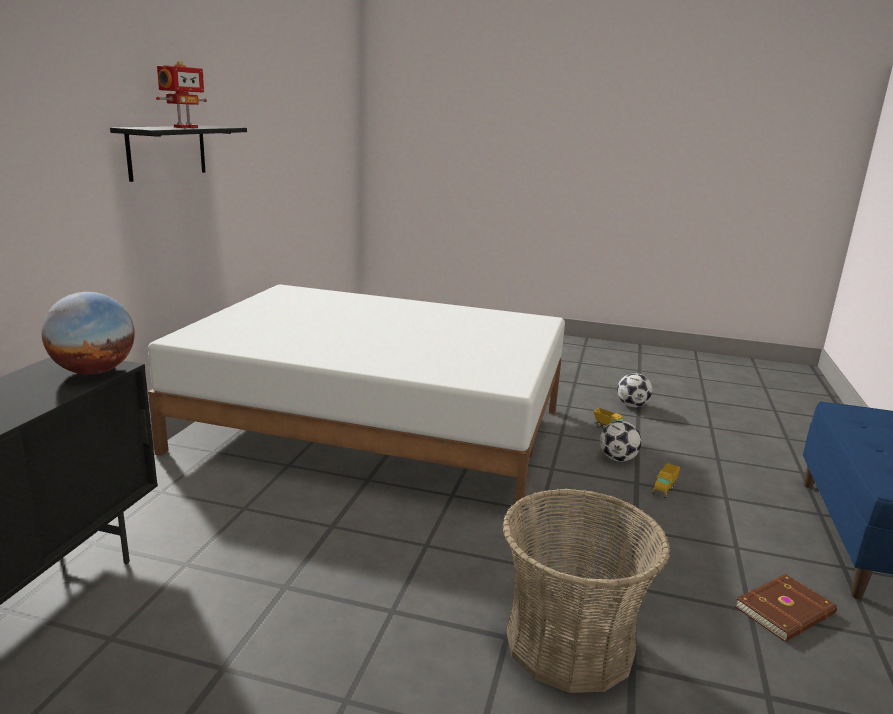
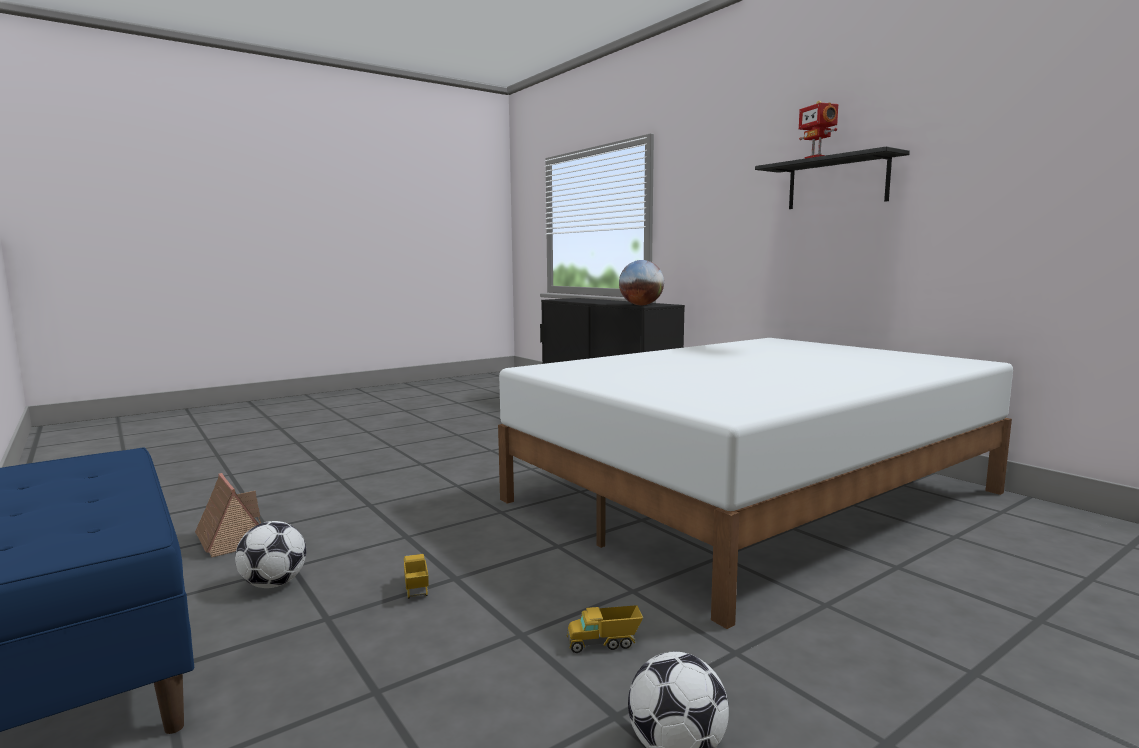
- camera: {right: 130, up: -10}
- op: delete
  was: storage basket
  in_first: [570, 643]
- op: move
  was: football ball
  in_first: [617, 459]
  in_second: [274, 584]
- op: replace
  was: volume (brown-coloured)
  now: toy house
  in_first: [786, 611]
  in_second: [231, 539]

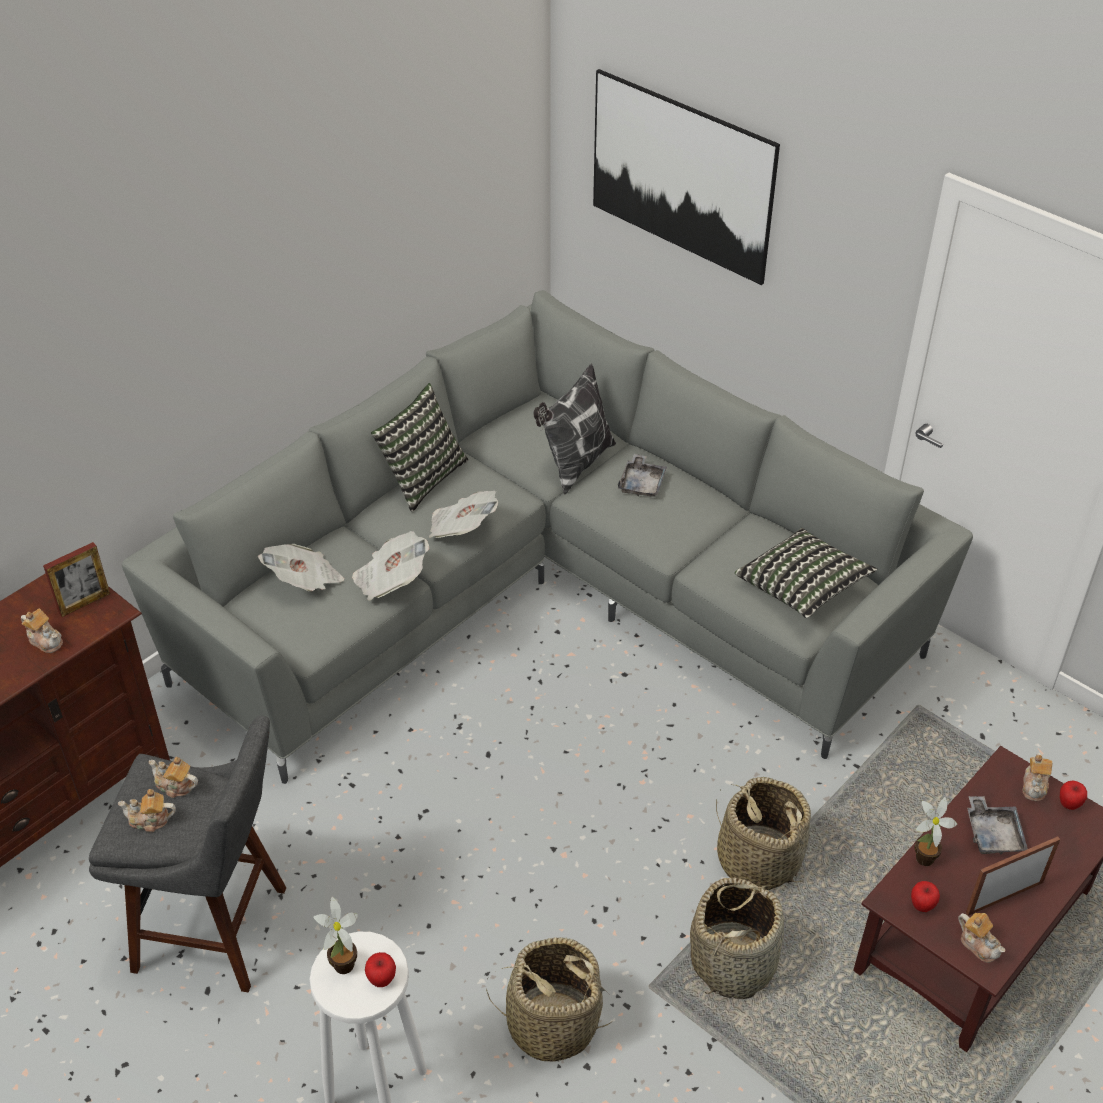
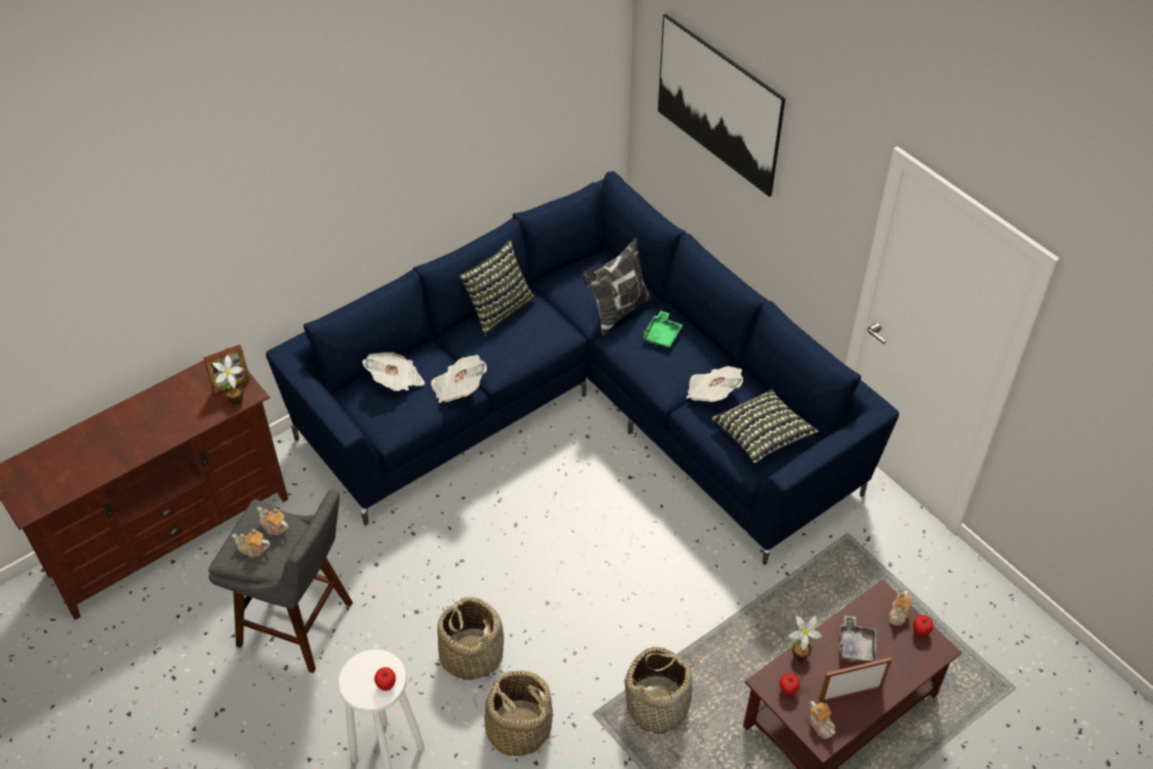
- camera: {right: 10, up: 5}
- op: delete
  was: teapot
  in_first: [45, 640]
- op: recolor
  was: couch (gray)
  now: couch (blue)
  in_first: [546, 596]
  in_second: [585, 407]
- op: move
  was: houseplant
  in_first: [342, 968]
  in_second: [234, 402]
- op: move
  was: daily paper
  in_first: [462, 528]
  in_second: [712, 393]
- op: recolor
  was: serving tray (gray)
  now: serving tray (green-coloured)
  in_first: [642, 483]
  in_second: [662, 335]
- op: move
  was: storage basket
  in_first: [758, 859]
  in_second: [471, 655]

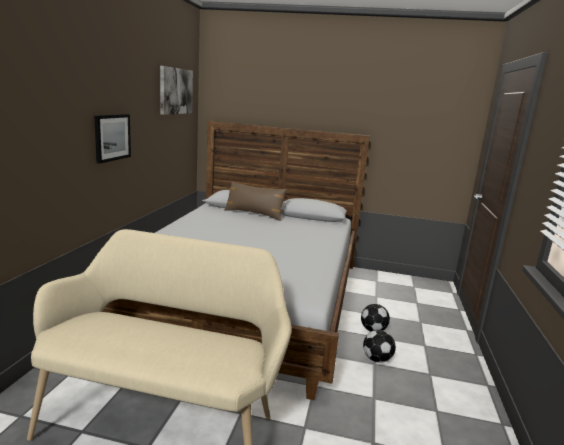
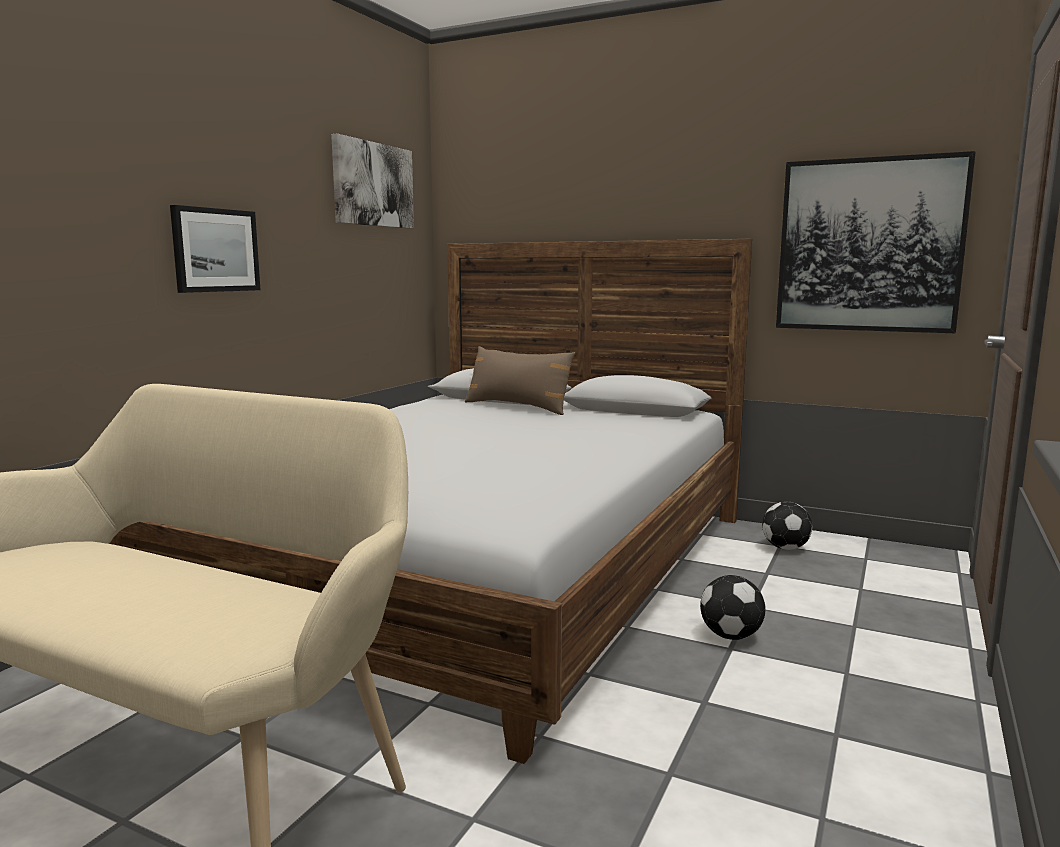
- camera: {right: 15, up: -5}
- op: move
  was: football ball
  in_first: [377, 359]
  in_second: [786, 548]
- op: insert
  now: picture
  in_second: [869, 245]

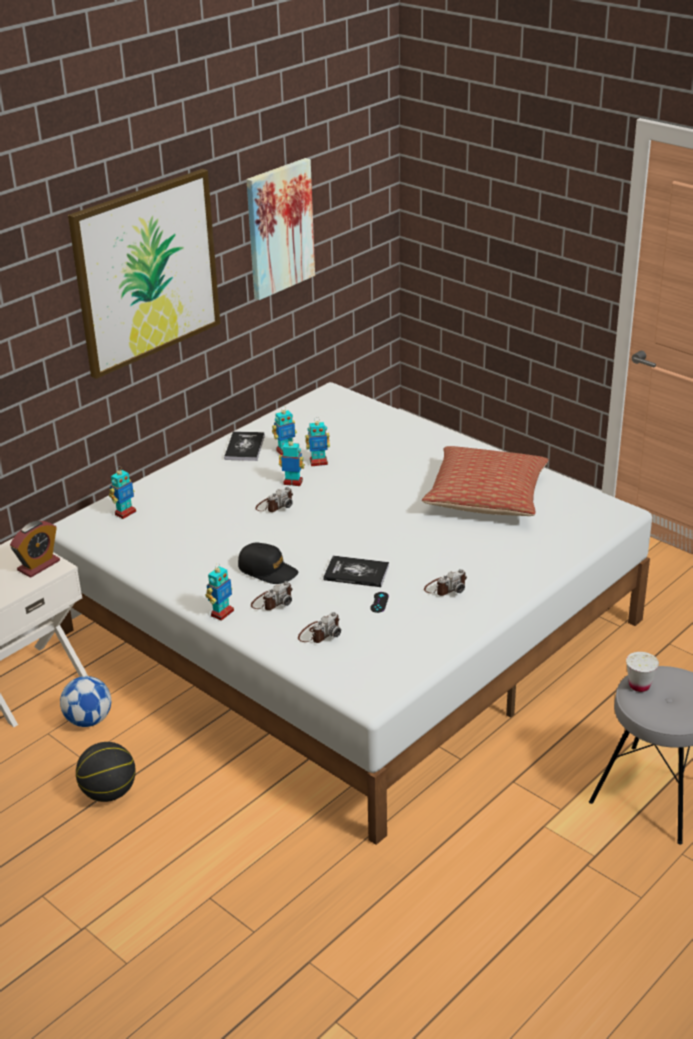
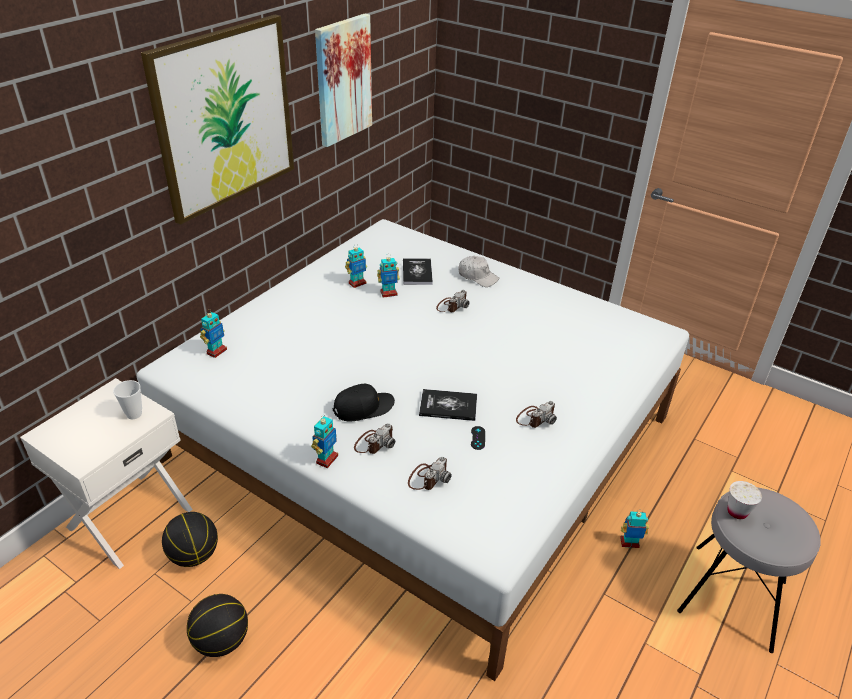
- camera: {right: -10, up: 5}
- op: replace
  was: table clock
  now: cup
  in_first: [38, 565]
  in_second: [134, 414]
- op: replace
  was: football ball
  now: basketball
  in_first: [89, 720]
  in_second: [194, 555]
- op: move
  was: volume
  in_first: [244, 447]
  in_second: [417, 272]
- op: rotate
  was: baseball cap (black)
  in_first: [268, 570]
  in_second: [363, 407]
  clockwise: -45
- op: move
  was: photo camera
  in_first: [274, 505]
  in_second: [451, 305]
- op: move
  was: toy robot
  in_first: [293, 483]
  in_second: [629, 543]
- op: delete
  was: pillow
  in_first: [486, 496]
- op: insert
  now: baseball cap (whitish)
  in_second: [478, 276]

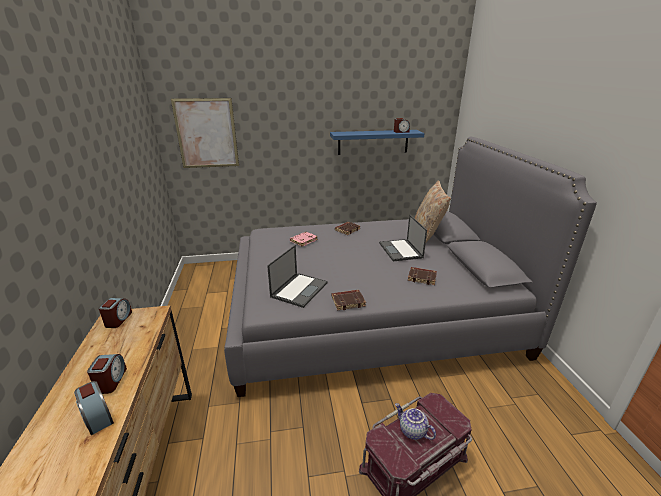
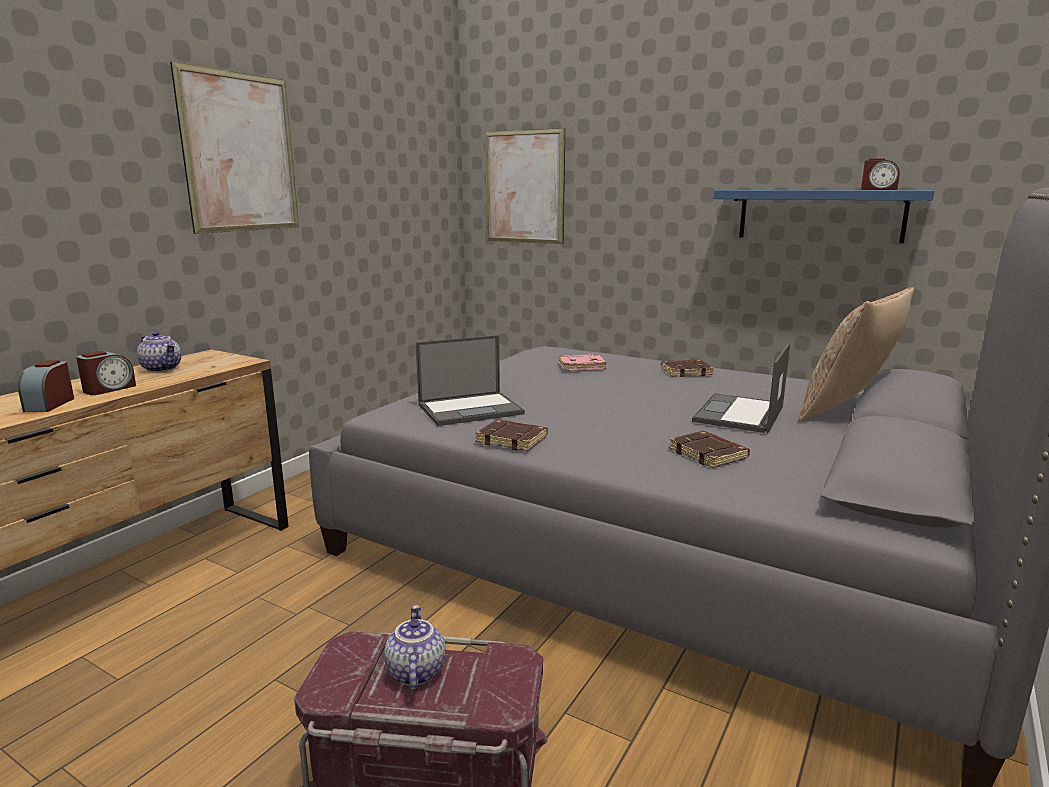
- camera: {right: 40, up: -10}
- op: delete
  was: table clock
  in_first: [118, 319]
- op: insert
  now: teapot
  in_second: [163, 369]
- op: insert
  now: picture
  in_second: [240, 153]

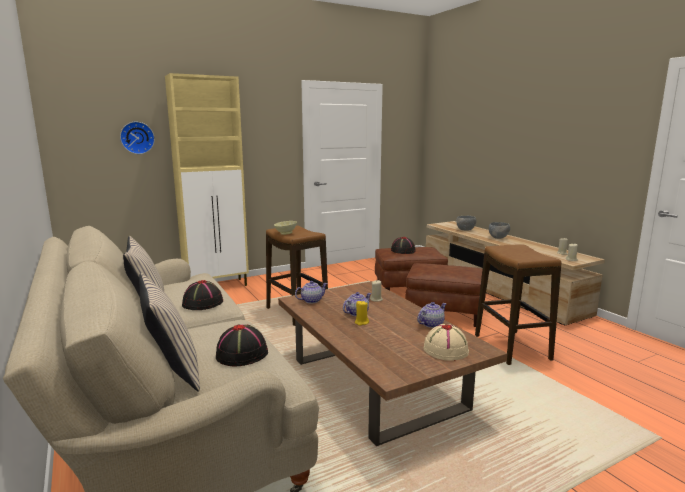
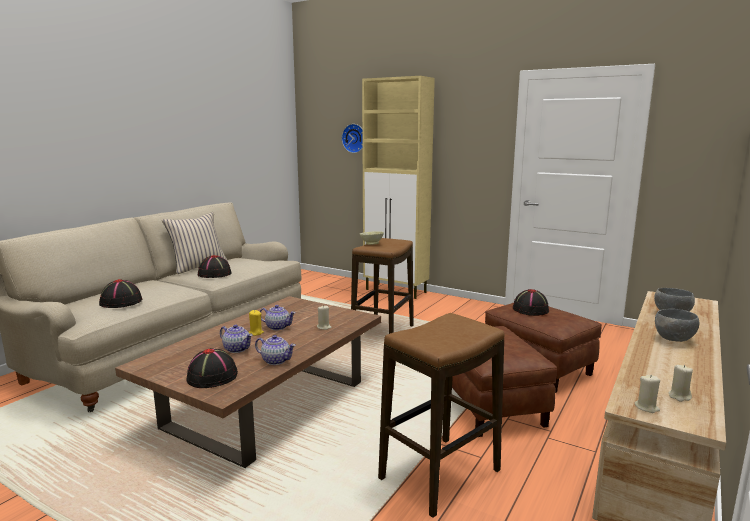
- camera: {right: 60, up: 0}
- op: delete
  was: pillow (beige-coloured)
  in_first: [172, 371]
- op: move
  was: teapot
  in_first: [311, 300]
  in_second: [237, 349]
- op: recolor
  was: wearable hat (beige-coloured)
  now: wearable hat (black)
  in_first: [445, 349]
  in_second: [212, 376]

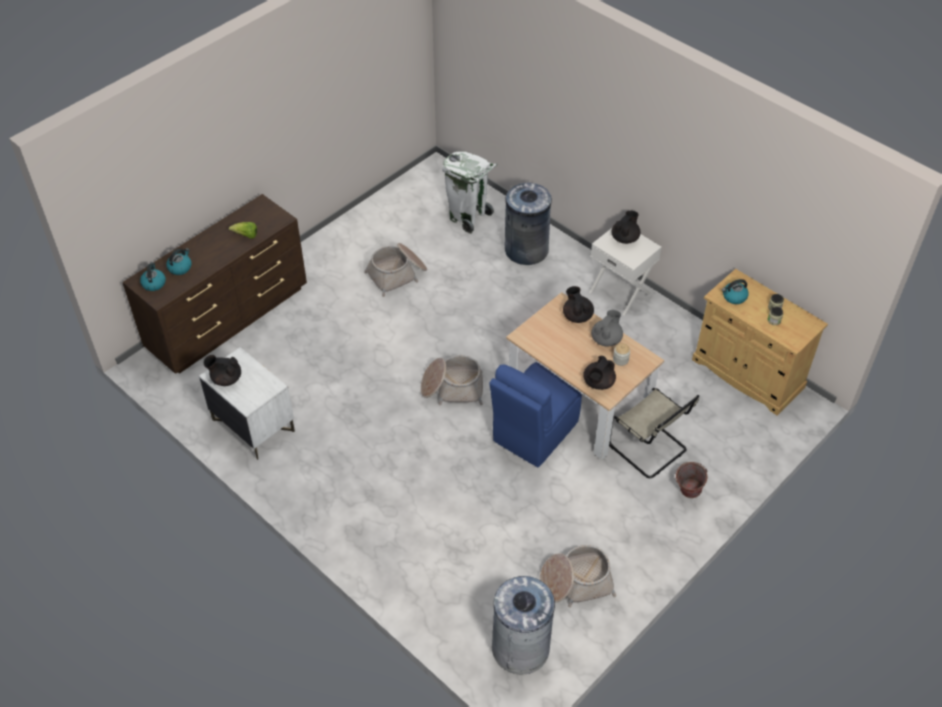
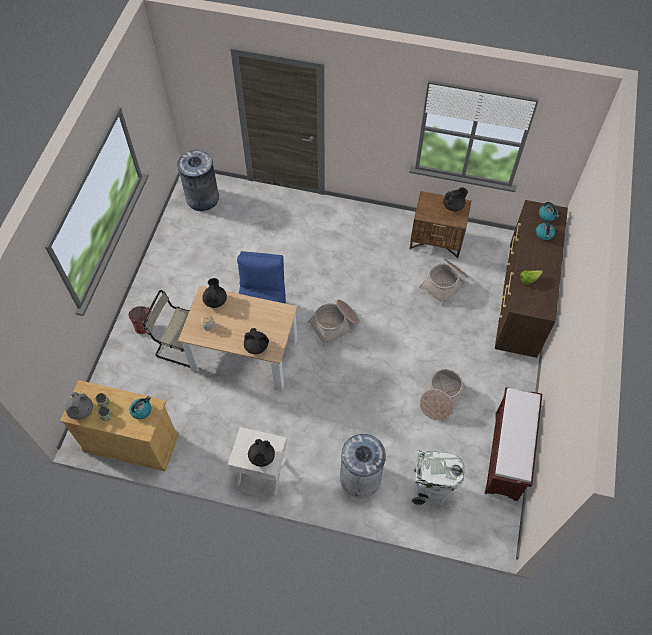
- camera: {right: 150, up: 10}
- op: recolor
  was: nightstand (whitish)
  now: nightstand (brown-coloured)
  in_first: [253, 425]
  in_second: [436, 240]
- op: move
  was: storage basket
  in_first: [576, 582]
  in_second: [445, 284]
- op: move
  was: teapot (gray)
  in_first: [606, 339]
  in_second: [81, 411]
- op: insert
  now: long seat (brown-coloured)
  in_second: [506, 456]

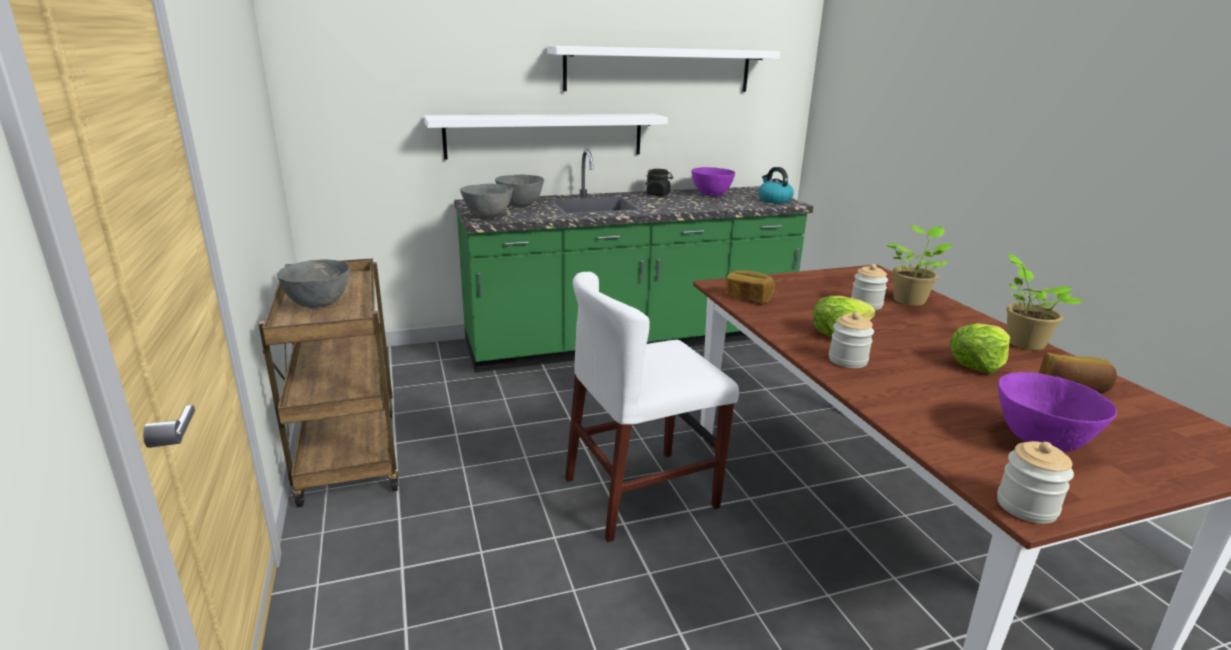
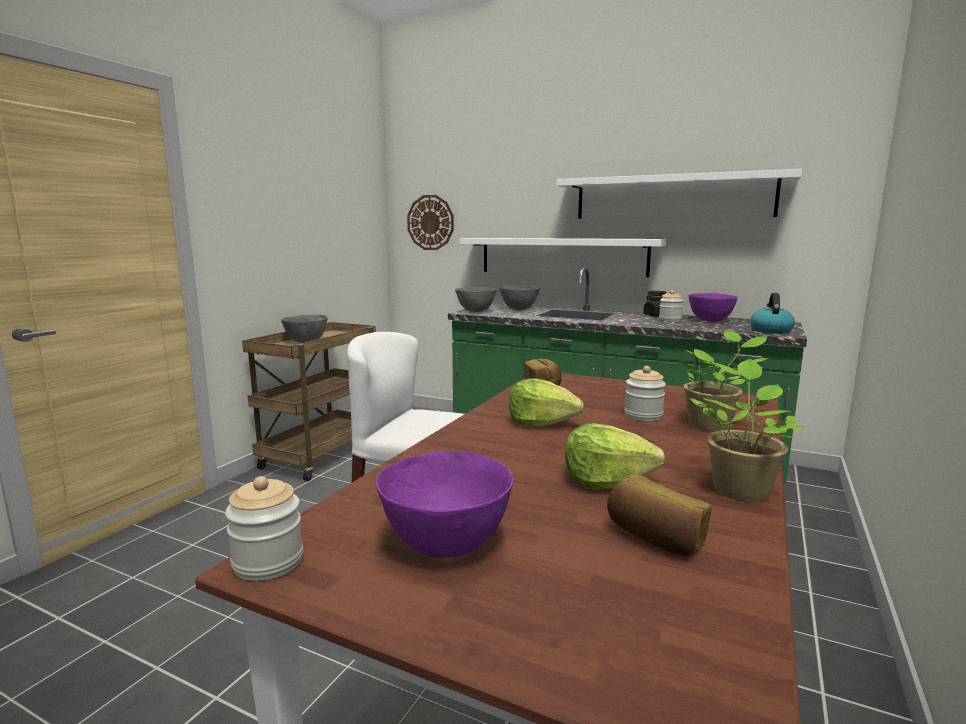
- camera: {right: 45, up: -10}
- op: move
  was: preserve jar
  in_first: [847, 360]
  in_second: [670, 320]
- op: insert
  now: clock on the wall
  in_second: [430, 222]

